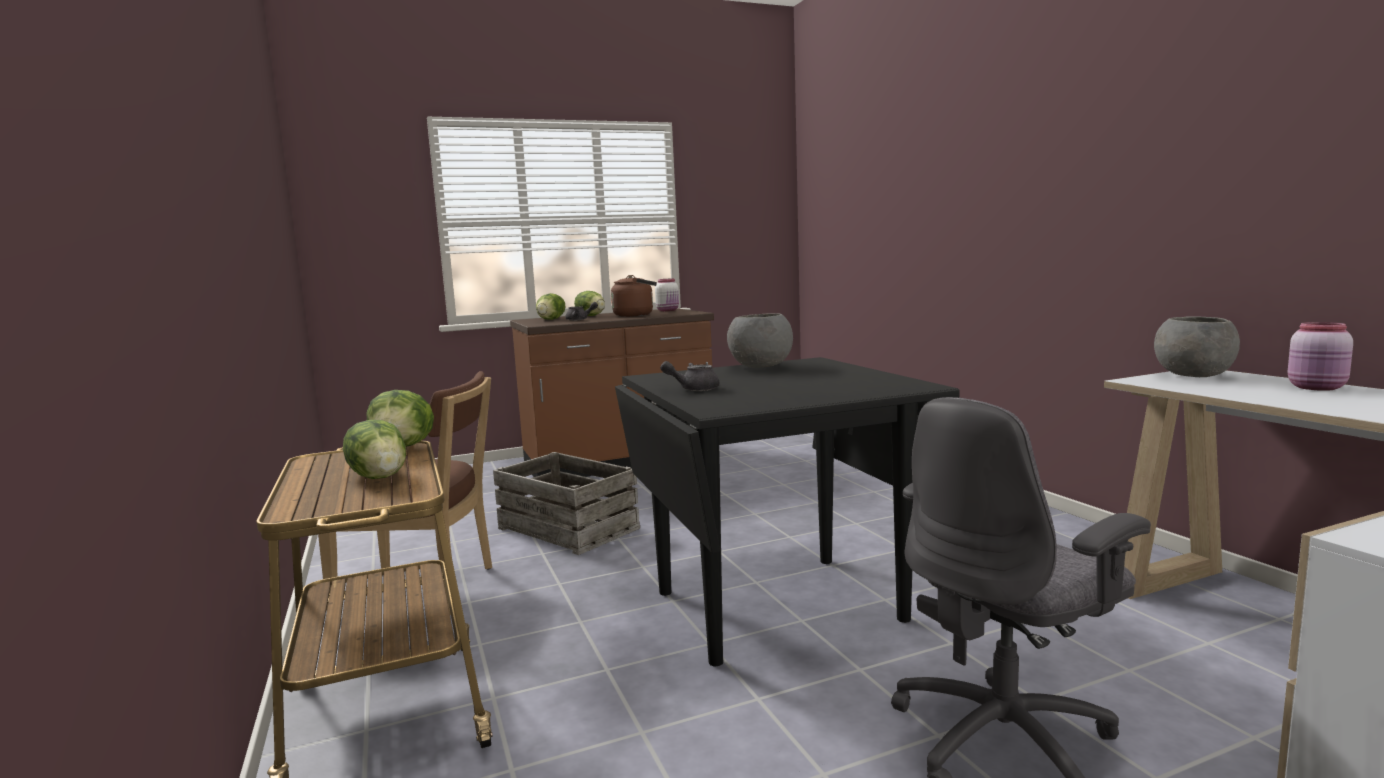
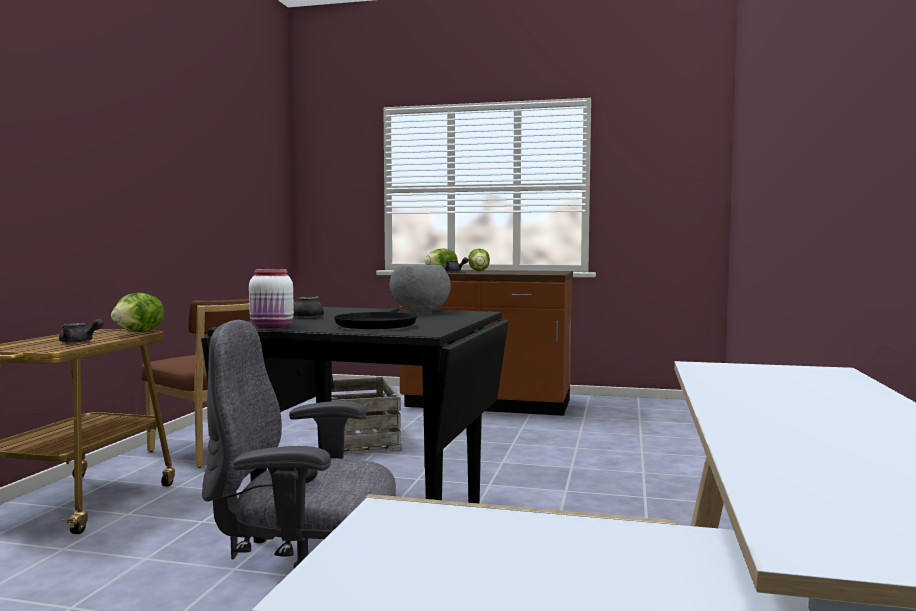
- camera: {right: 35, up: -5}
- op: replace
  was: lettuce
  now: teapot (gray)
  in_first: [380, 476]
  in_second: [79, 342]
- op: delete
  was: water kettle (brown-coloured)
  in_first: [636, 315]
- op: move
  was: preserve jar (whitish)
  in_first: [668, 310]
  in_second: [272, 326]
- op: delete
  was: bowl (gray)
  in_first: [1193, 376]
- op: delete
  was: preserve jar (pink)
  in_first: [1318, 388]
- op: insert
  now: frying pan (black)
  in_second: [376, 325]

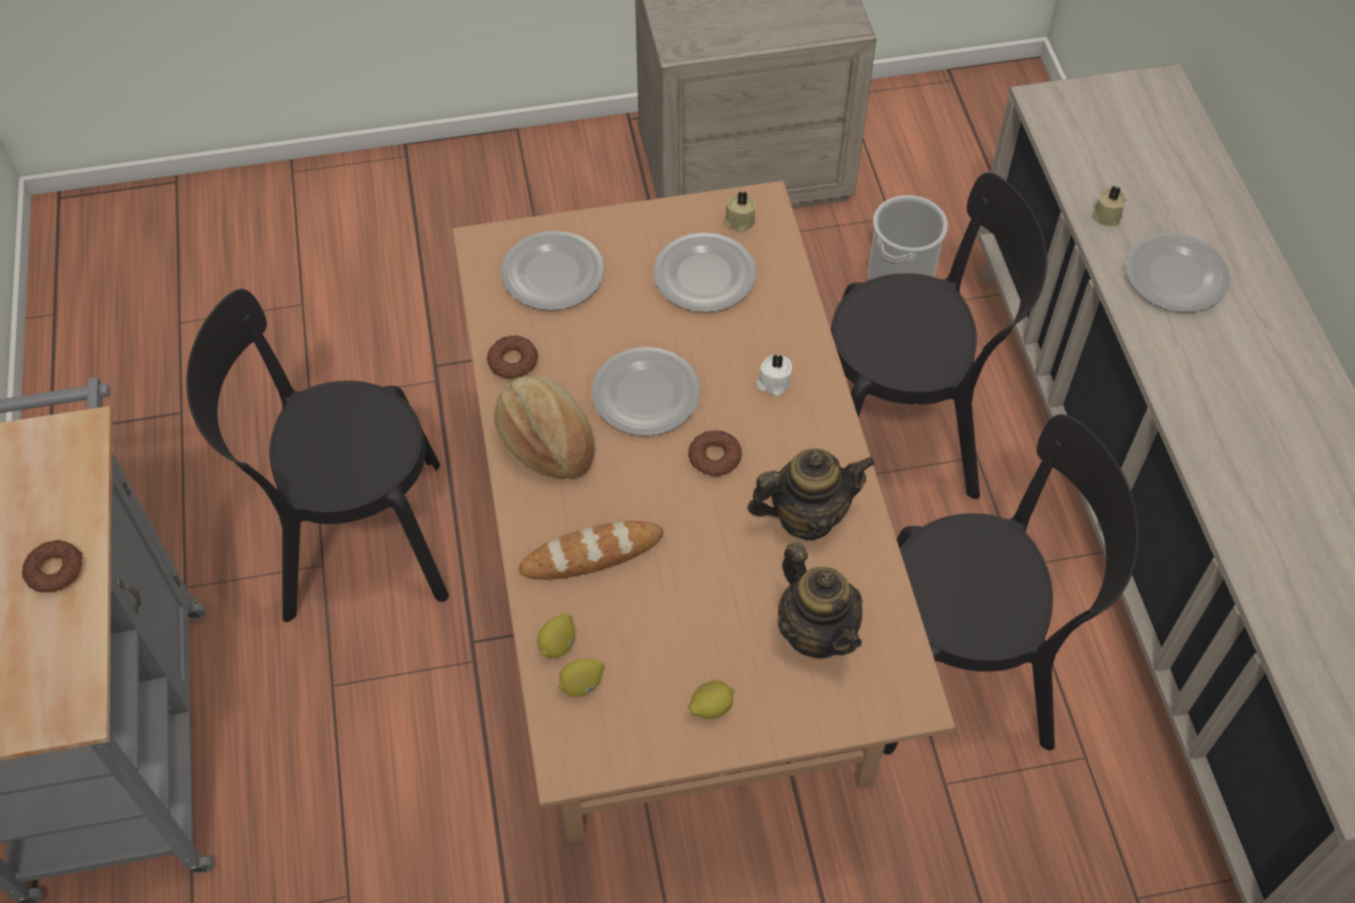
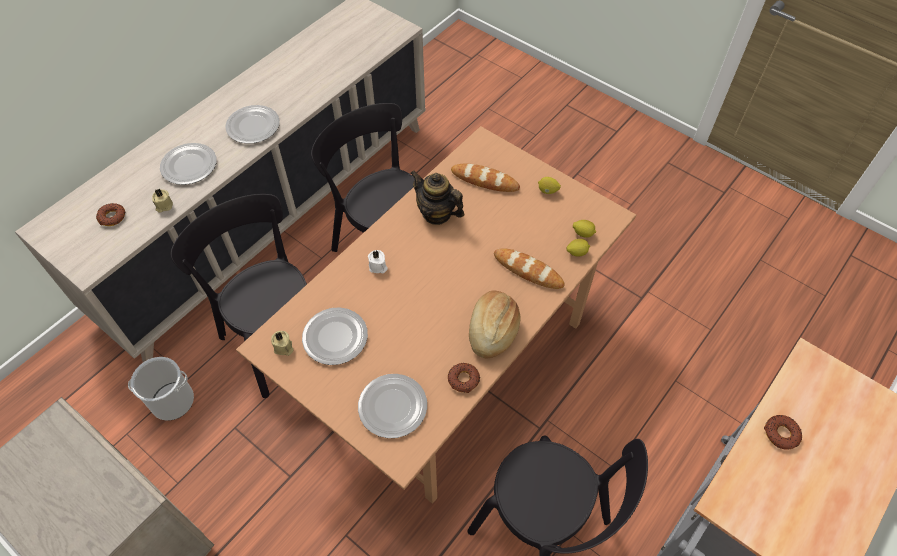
- camera: {right: -130, up: 0}
- op: move
  was: flat dish
  in_first: [647, 394]
  in_second: [253, 126]
- op: move
  was: donut
  in_first: [714, 457]
  in_second: [112, 217]
- op: replace
  was: teapot
  now: baked bread
  in_first: [817, 632]
  in_second: [485, 180]

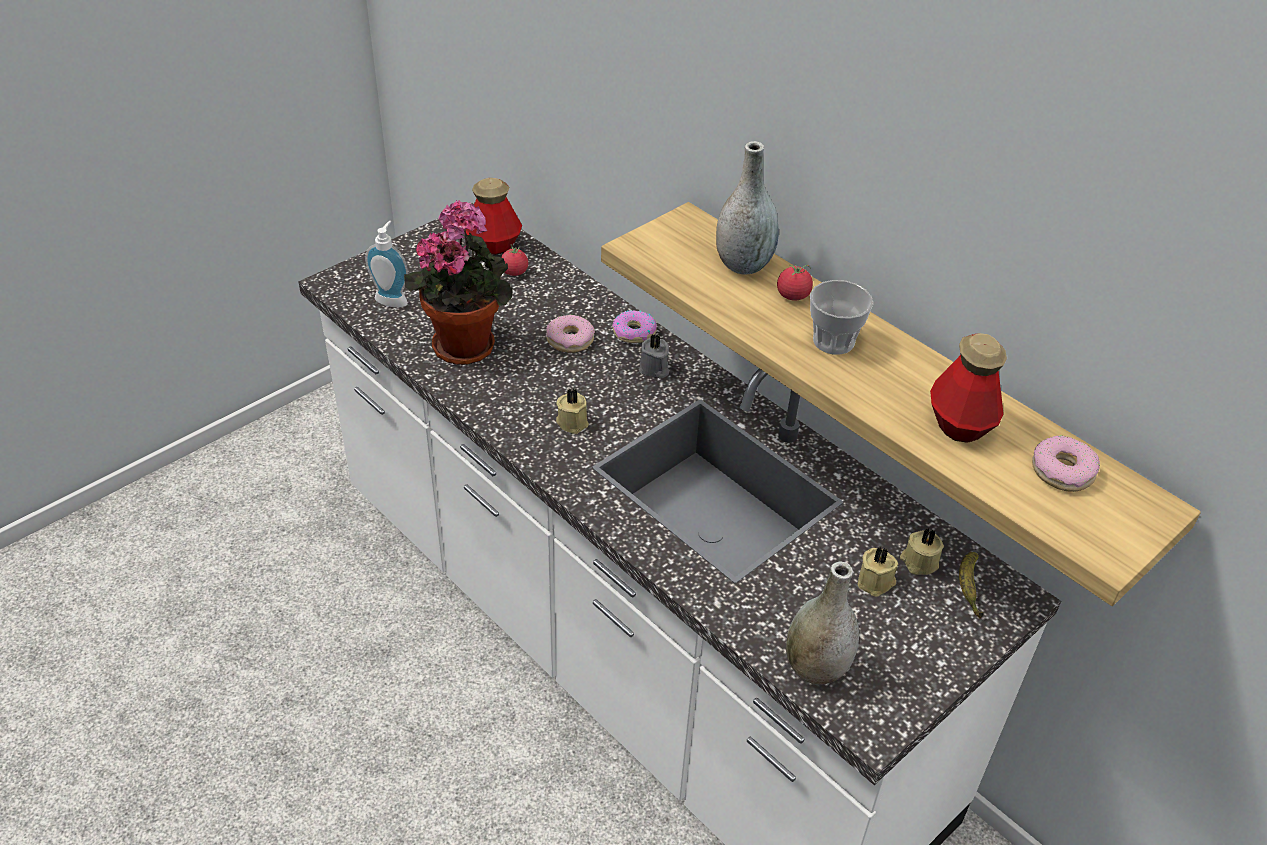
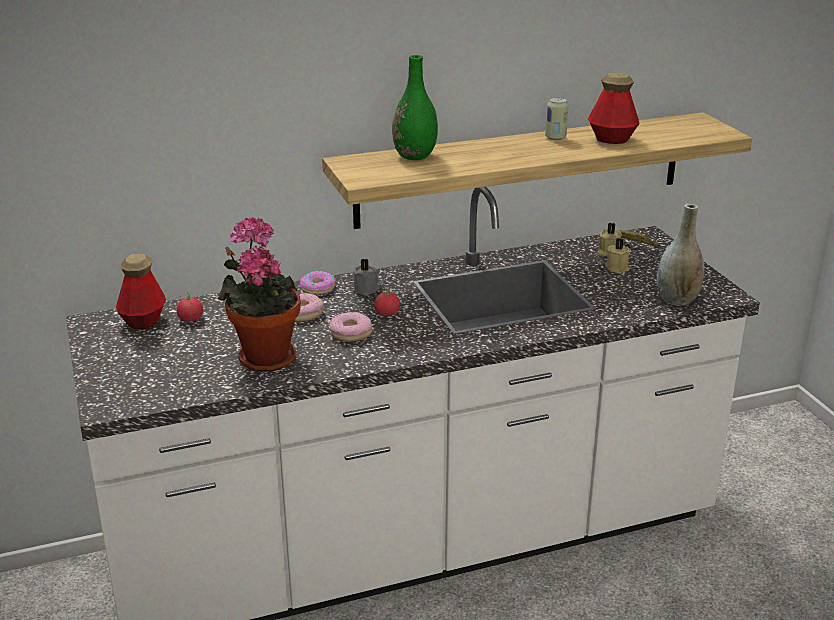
- camera: {right: -65, up: -15}
- op: delete
  was: soap bottle
  in_first: [393, 299]
- op: delete
  was: wax light (beige-coloured)
  in_first: [573, 421]
- op: recolor
  was: decorative vase (gray)
  now: decorative vase (green-coloured)
  in_first: [743, 265]
  in_second: [415, 156]
- op: move
  was: tomato
  in_first: [793, 295]
  in_second: [387, 314]
- op: delete
  was: cup
  in_first: [833, 341]
- op: move
  was: donut
  in_first: [1062, 471]
  in_second: [351, 333]
- op: insert
  now: metal can
  in_second: [555, 137]

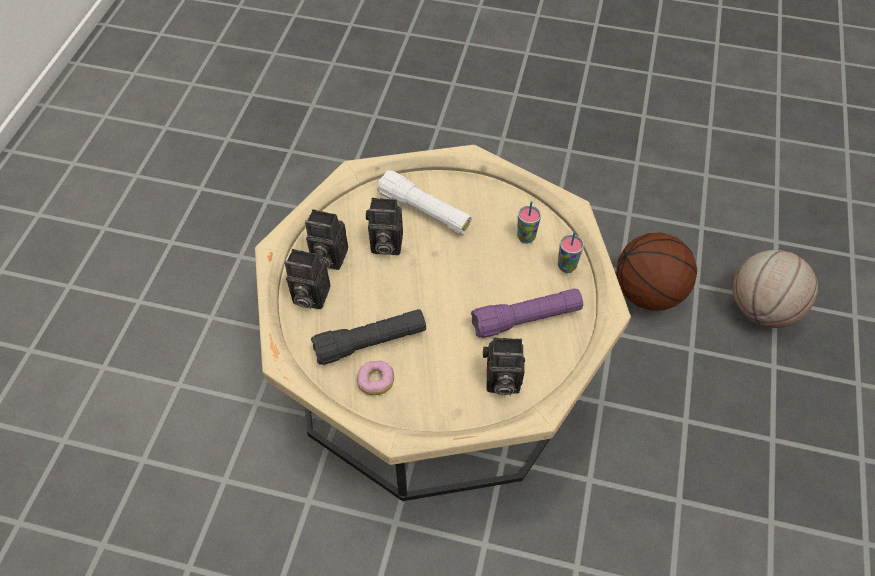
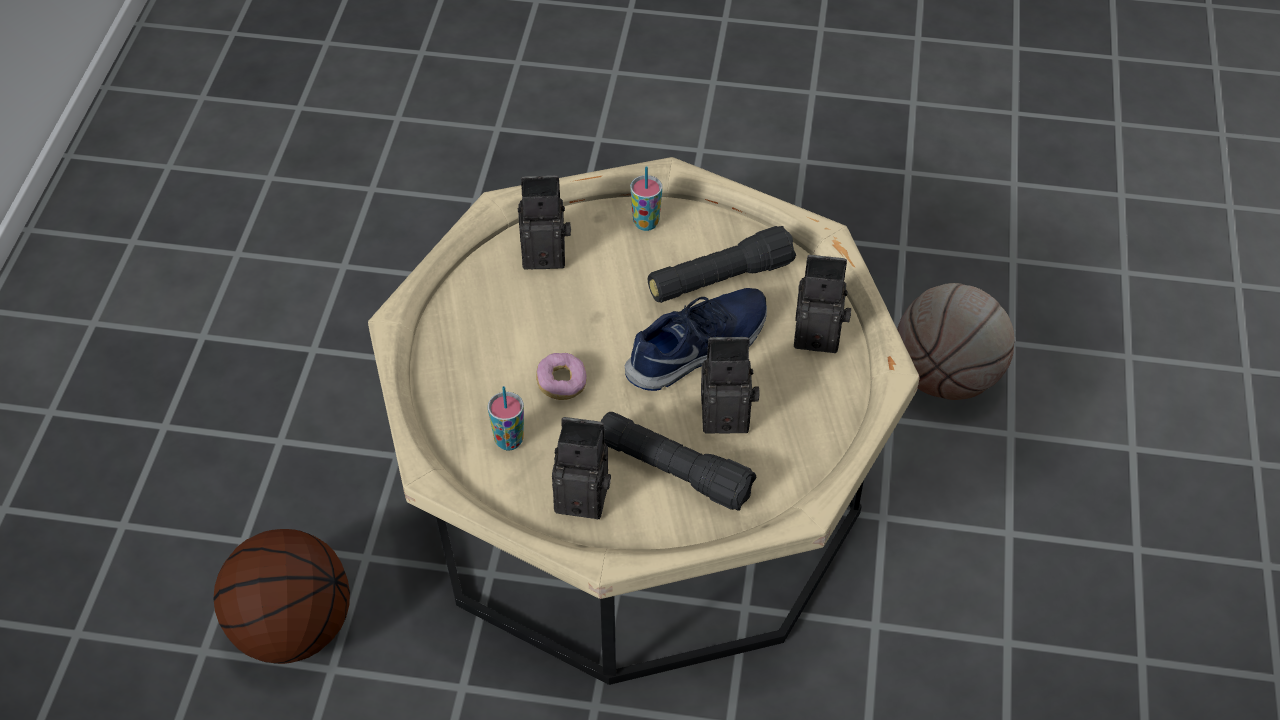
- camera: {right: 175, up: -5}
- op: move
  was: photo camera
  in_first: [327, 257]
  in_second: [585, 495]
- op: move
  was: donut
  in_first: [376, 382]
  in_second: [561, 384]
- op: recolor
  was: flashlight (whitish)
  now: flashlight (black)
  in_first: [425, 211]
  in_second: [673, 471]
- op: delete
  was: flashlight (purple-coloured)
  in_first: [526, 319]
- op: move
  was: cup
  in_first: [566, 266]
  in_second: [646, 223]
- op: move
  was: basketball
  in_first: [761, 309]
  in_second: [947, 378]
- op: insert
  now: low shoe (blue)
  in_second: [699, 349]

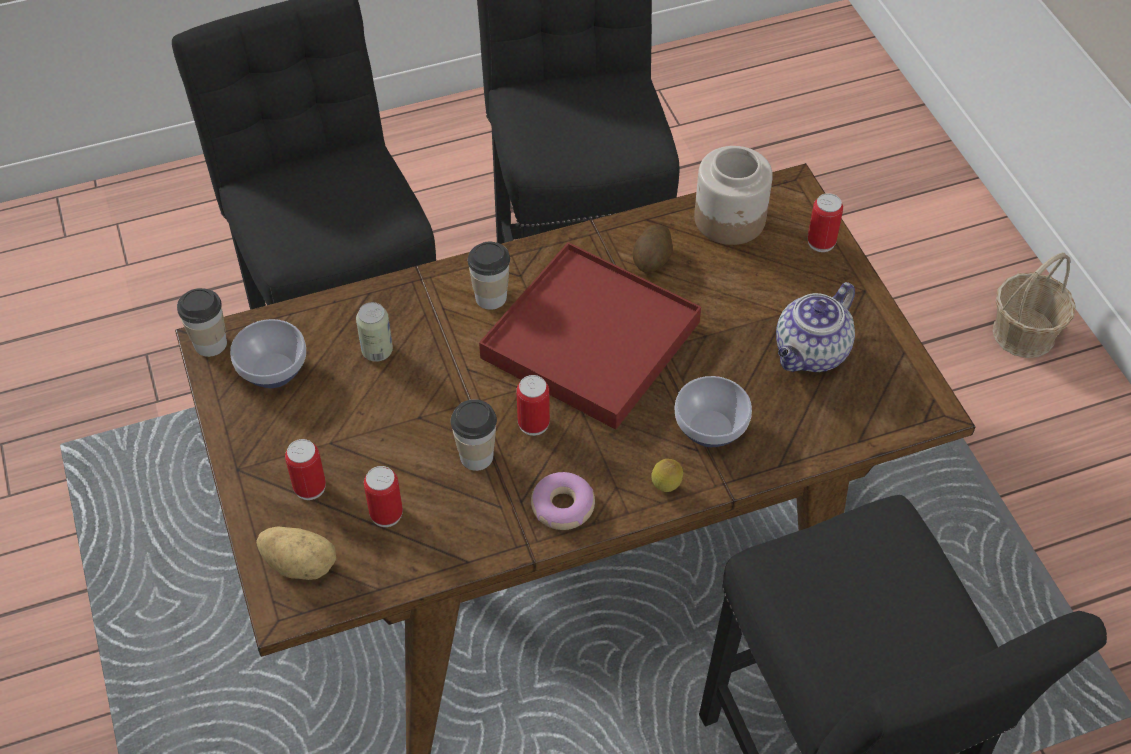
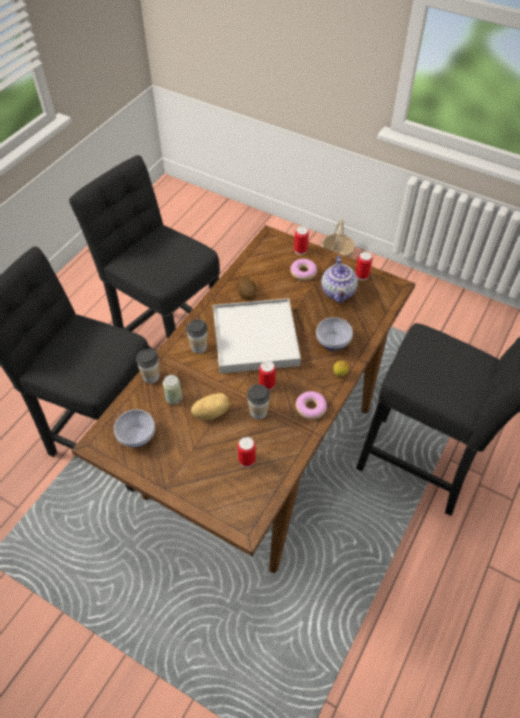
- camera: {right: -40, up: 0}
- op: move
  was: cup
  in_first: [210, 344]
  in_second: [151, 376]
- op: move
  was: whole potato
  in_first: [301, 563]
  in_second: [211, 412]
- op: move
  was: metal can
  in_first: [309, 487]
  in_second: [362, 275]
- op: recolor
  was: serving tray (red-coloured)
  now: serving tray (whitish)
  in_first: [590, 339]
  in_second: [255, 338]
- op: delete
  was: preserve jar
  in_first: [730, 219]
- op: insert
  now: donut
  in_second: [303, 272]

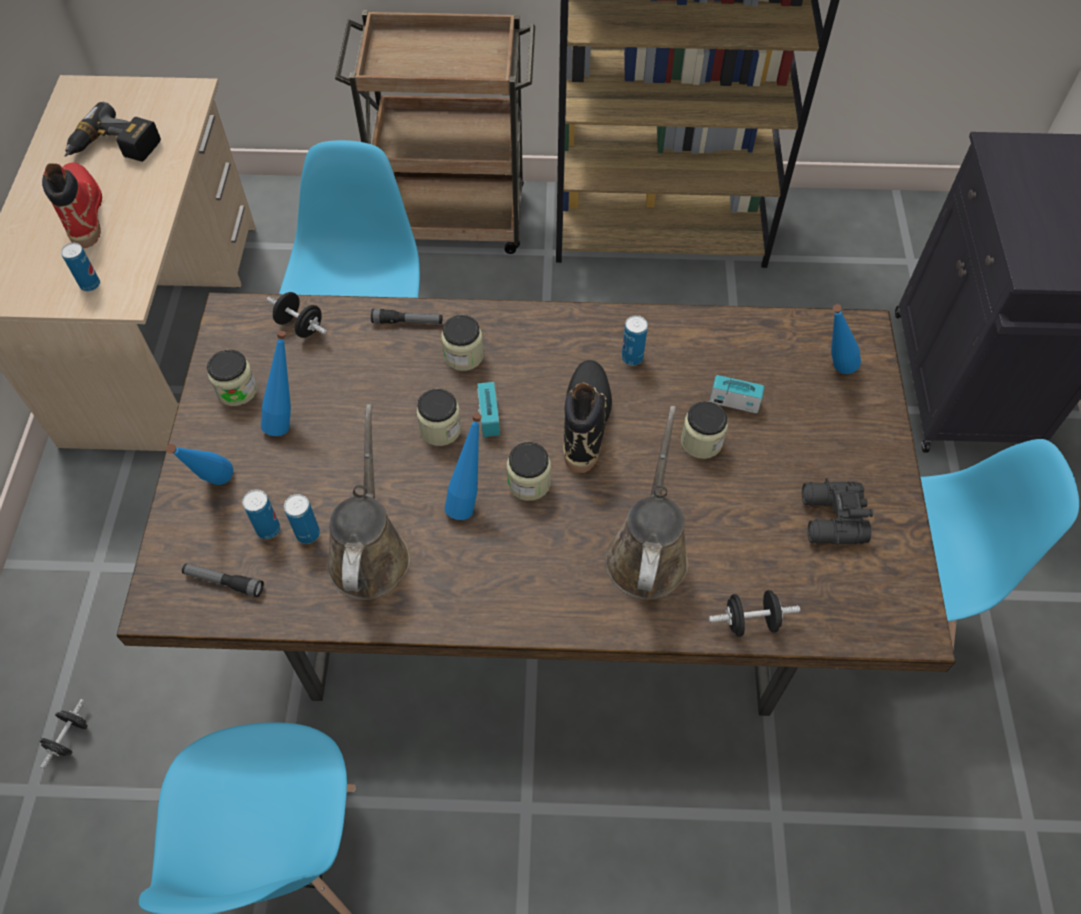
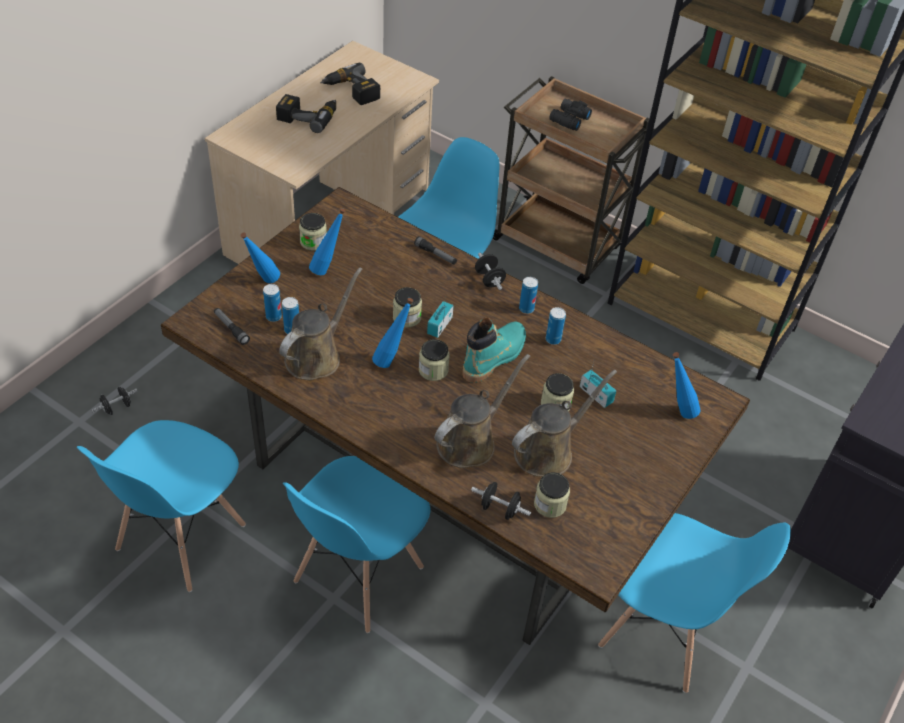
- camera: {right: 30, up: -10}
- op: replace
  was: high-top boot (red-coloured)
  now: electric drill
  in_first: [83, 211]
  in_second: [308, 116]
- op: move
  was: metal can
  in_first: [90, 284]
  in_second: [526, 309]
- op: move
  was: hand weight (black)
  in_first: [300, 326]
  in_second: [489, 279]
- op: move
  was: preserve jar
  in_first: [463, 355]
  in_second: [550, 504]
- op: recolor
  was: high-top boot (black)
  now: high-top boot (turquoise)
  in_first: [585, 421]
  in_second: [494, 357]
- op: move
  was: binoculars (black)
  in_first: [831, 519]
  in_second: [568, 119]
- op: insert
  now: chair (blue)
  in_second: [358, 575]
- op: insert
  now: sprinkling can (brown-coloured)
  in_second: [548, 451]

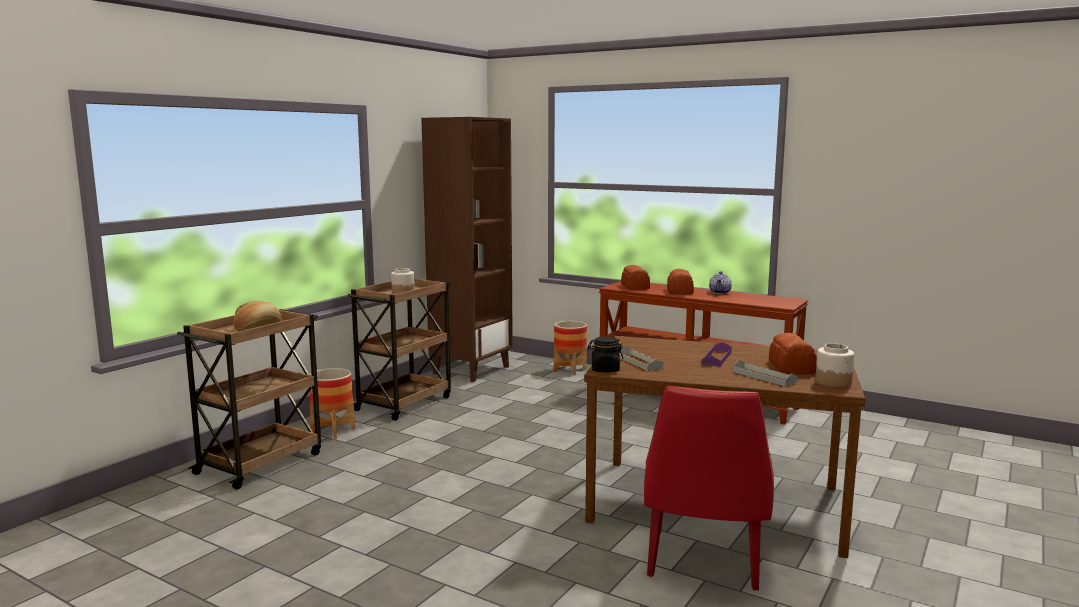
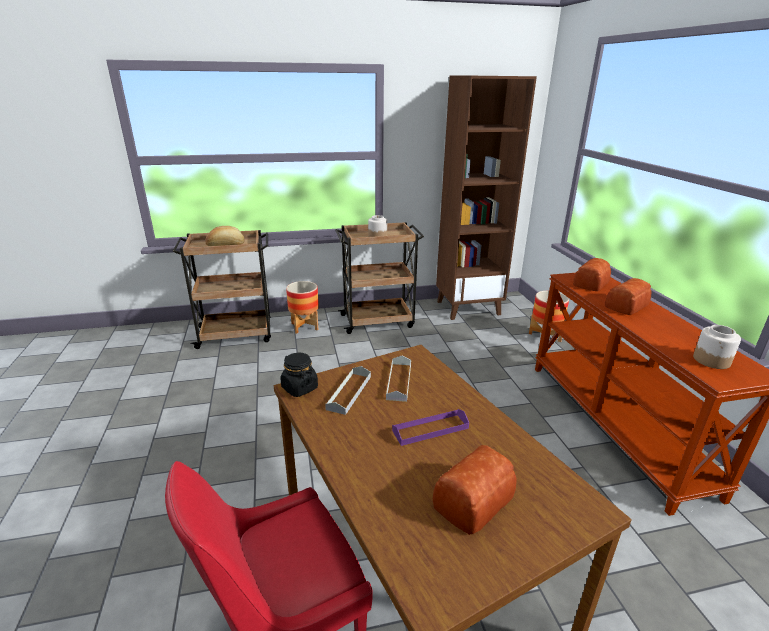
- camera: {right: 45, up: 15}
- op: delete
  was: teapot
  in_first: [720, 292]
- op: move
  was: serving tray (gray)
  in_first: [763, 377]
  in_second: [399, 381]
- op: move
  was: preserve jar
  in_first: [833, 382]
  in_second: [711, 360]

